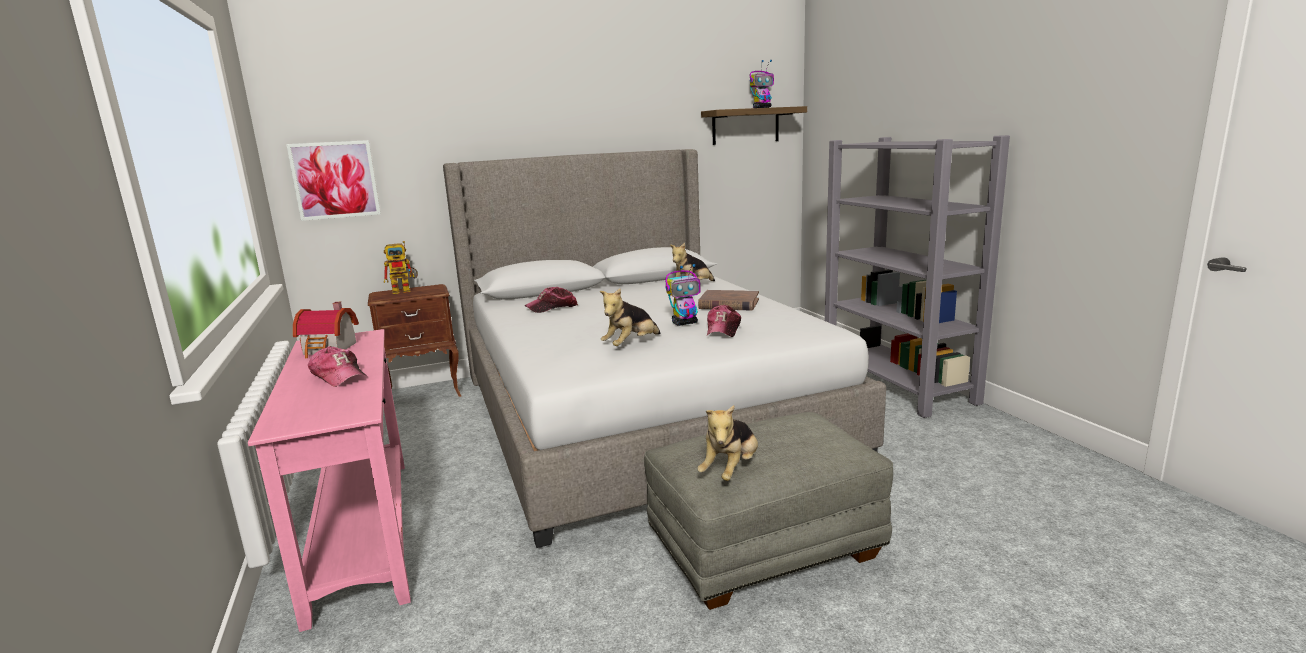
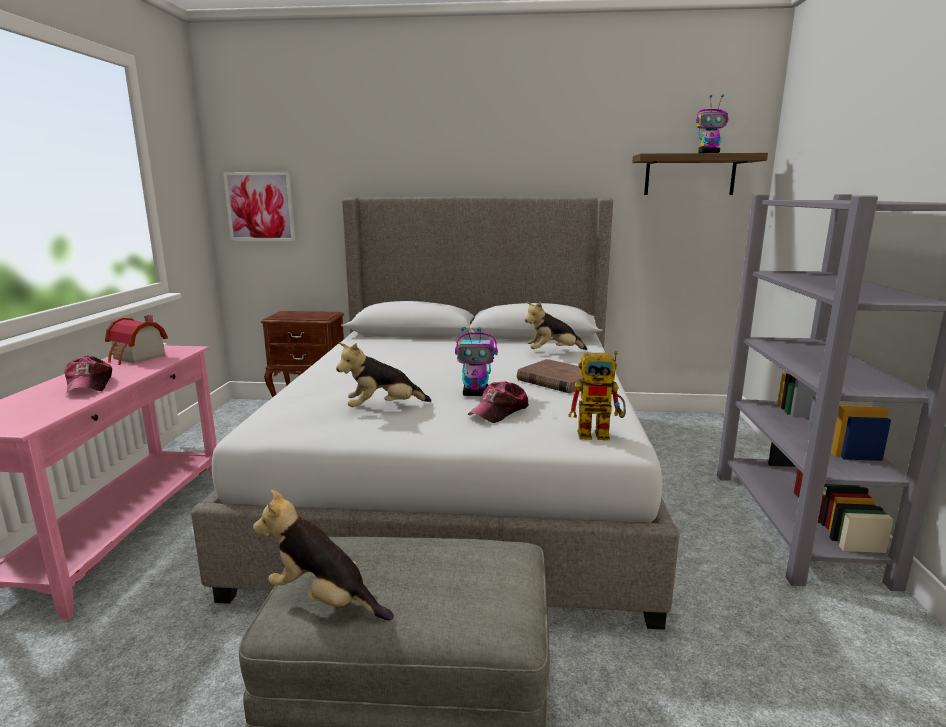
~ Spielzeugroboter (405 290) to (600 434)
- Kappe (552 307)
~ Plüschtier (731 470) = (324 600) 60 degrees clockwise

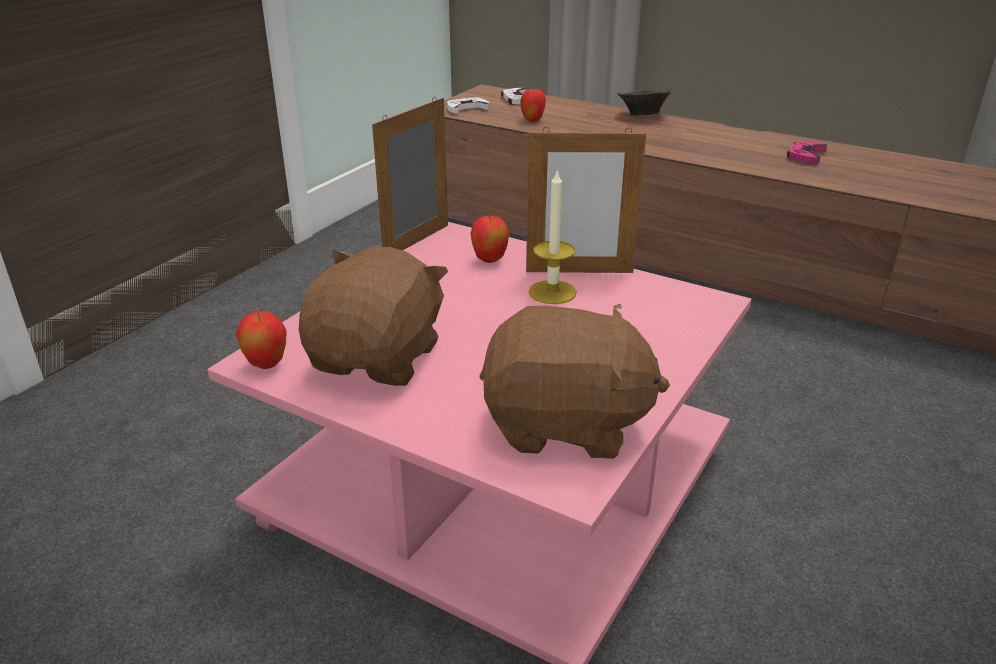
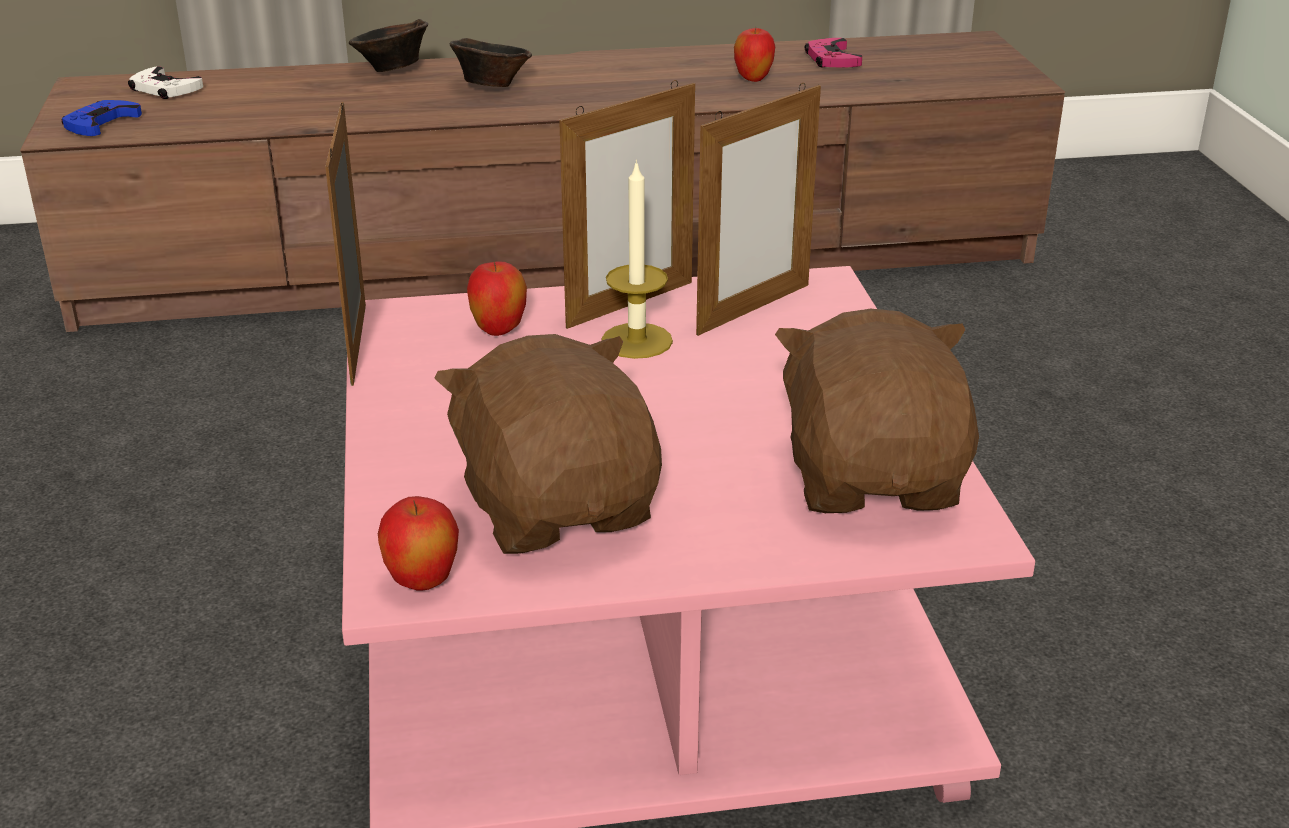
~ Gamepad (weiß) (466 109) to Gamepad (blau) (101 124)
~ Plüschtier (braun) (566 425) = (873 478) 60 degrees counterclockwise
~ Apfel (532 120) to (753 79)
~ Gamepad (rosa) (805 156) to (831 59)
+ Schüssel (braun) (491 86)
+ Bilderrahmen (753 309)

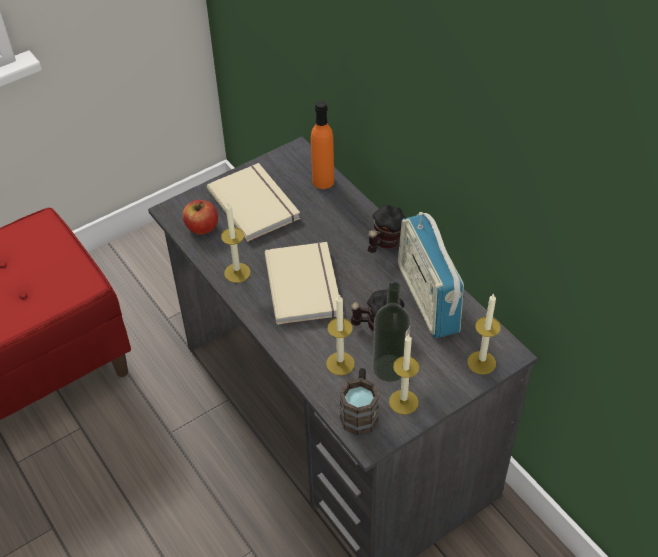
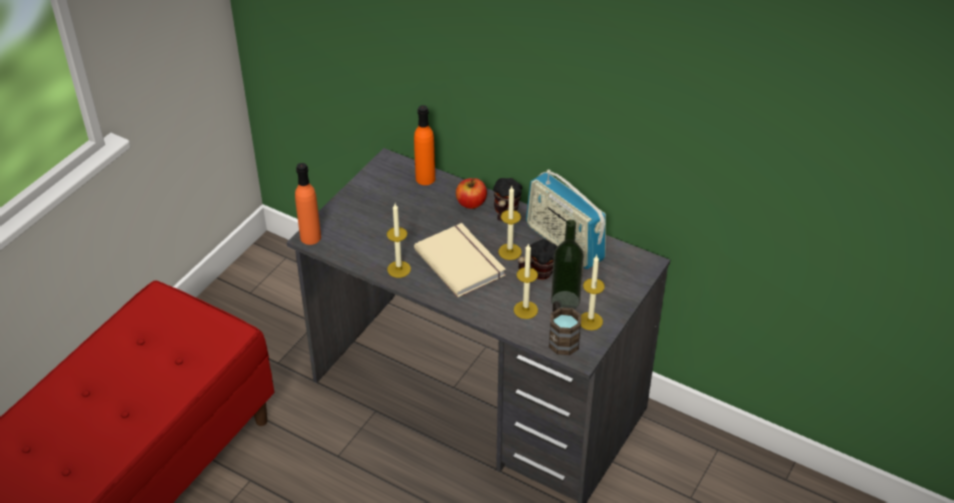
~ Apfel (202 227) to (471 203)
- Buch (beige) (255 203)
~ Kerze (481 362) to (510 251)
+ Flasche (orange) (310 237)

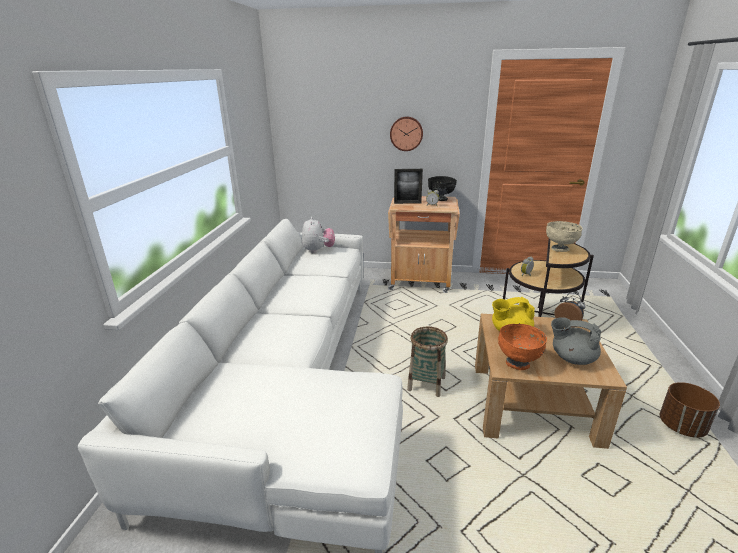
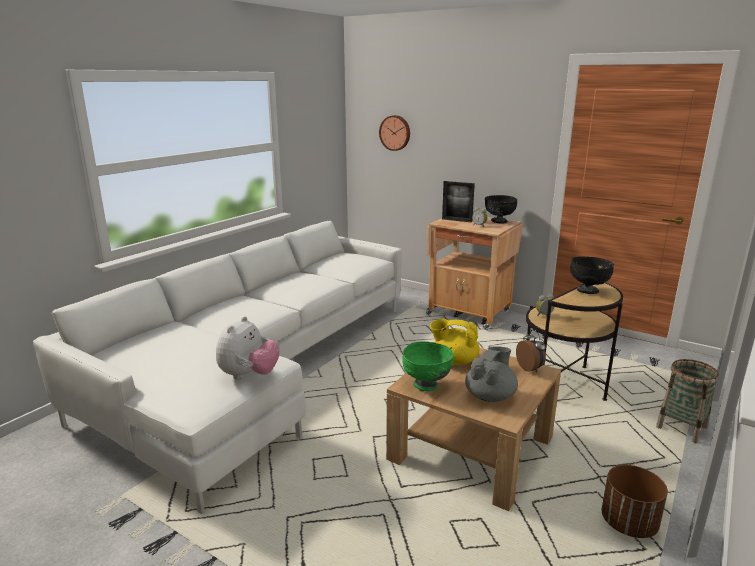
~ Plüschtier (318 250) to (249 375)
~ Wanduhr (406 133) to (395 133)
~ Korb (426 384) to (681 427)
~ Schüssel (orange) (518 364) to Schüssel (grün) (426 386)
~ Schüssel (beige) (560 249) to Schüssel (schwarz) (588 291)
~ Teekanne (grau) (572 358) = (490 396) 75 degrees clockwise

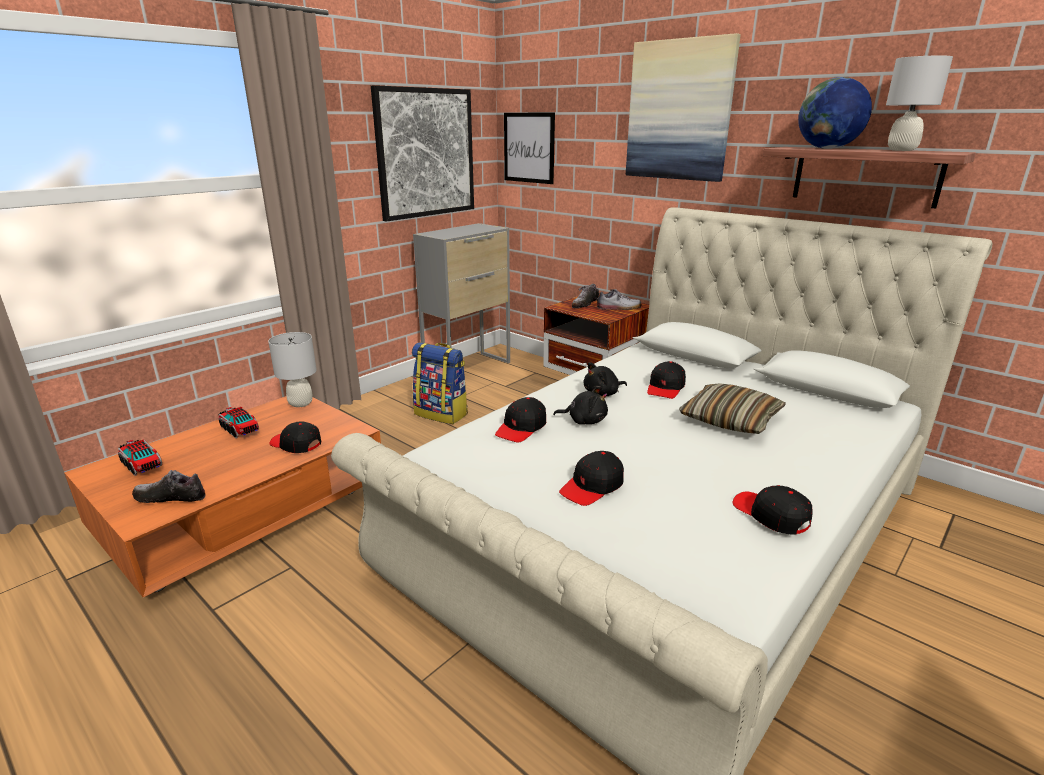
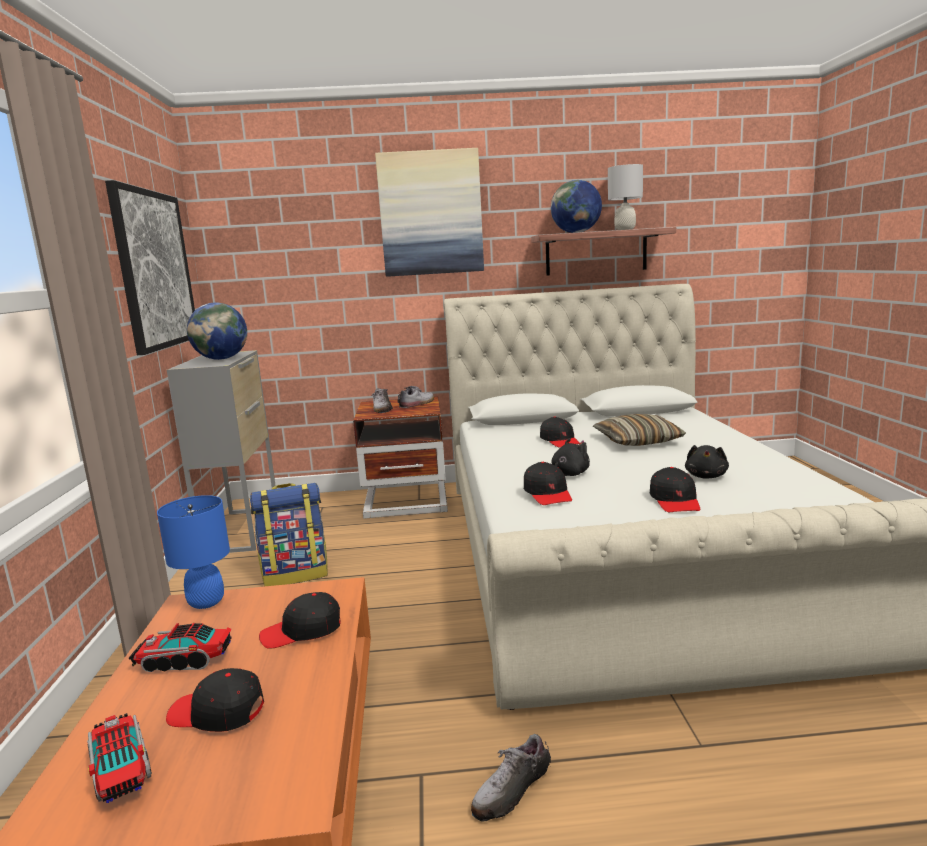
~ Spielzeuglaster (142 465) = (121 770) 60 degrees clockwise
~ Schuh (170 498) to (511 790)
~ Tischlampe (grau) (301 404) to Tischlampe (blau) (208 603)
- Bild (529 148)
~ Plüschtier (schwarz) (603 393) to (706 476)
~ Kappe (schwarz) (770 515) to (217 712)
+ Globus (221 359)

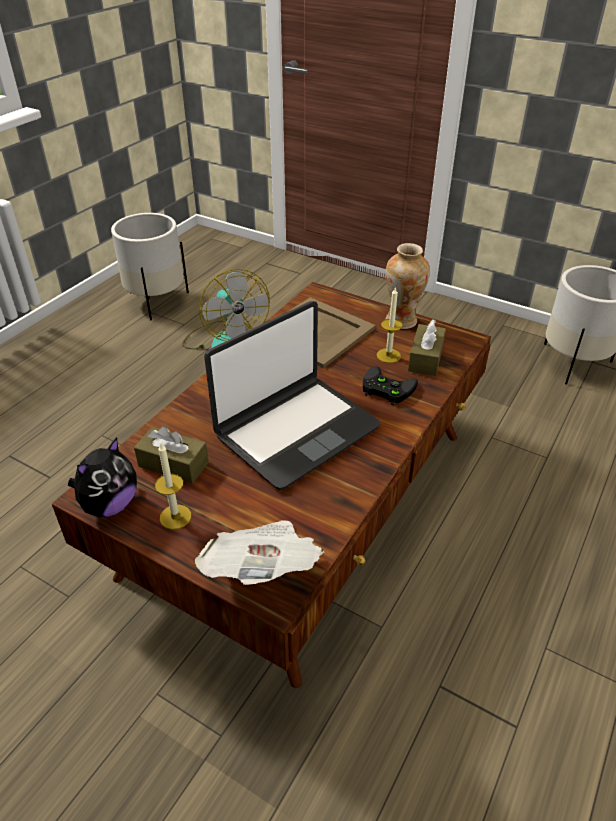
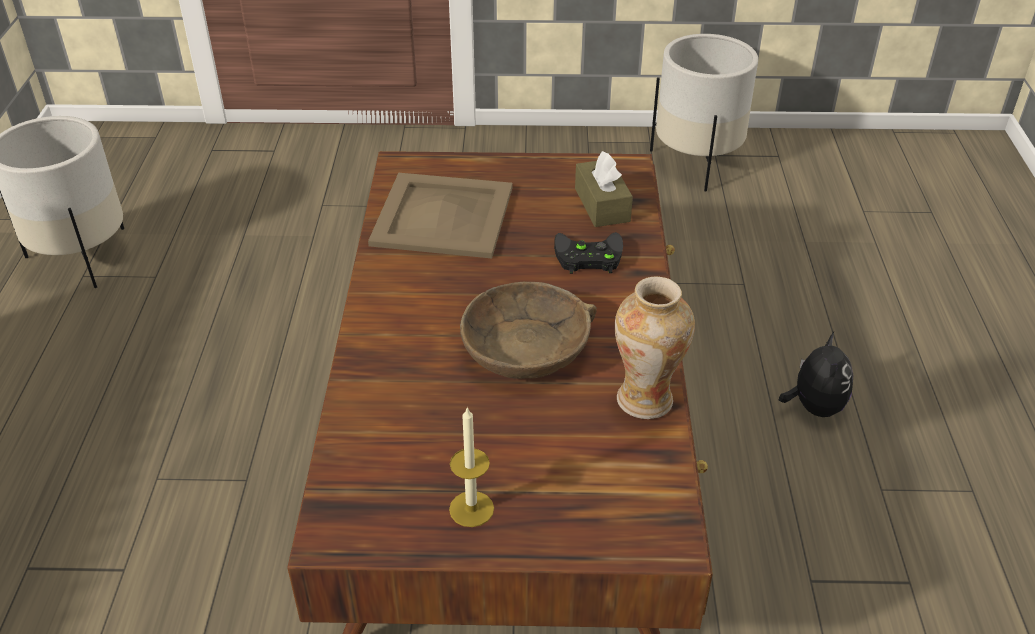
~ Plüschtier (109 504) to (813 406)
- Taschentuchbox (braun) (173 464)
- Ventilator (225 341)
- Zeitung (263 570)
~ Laptop (296 431) to Schüssel (braun) (526 346)
- Kerze (388 355)
~ Vase (401 321) to (645 399)

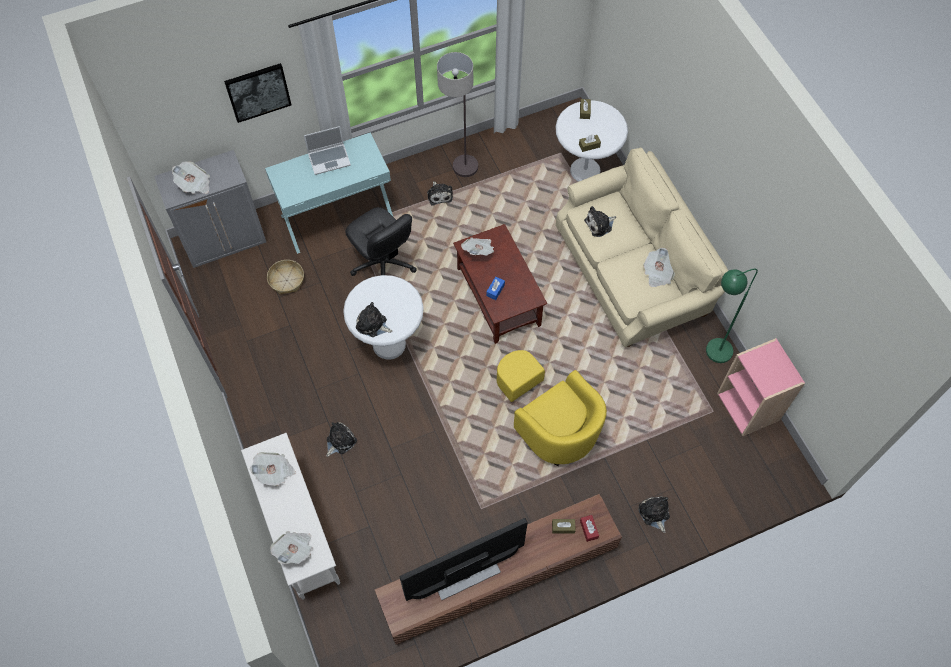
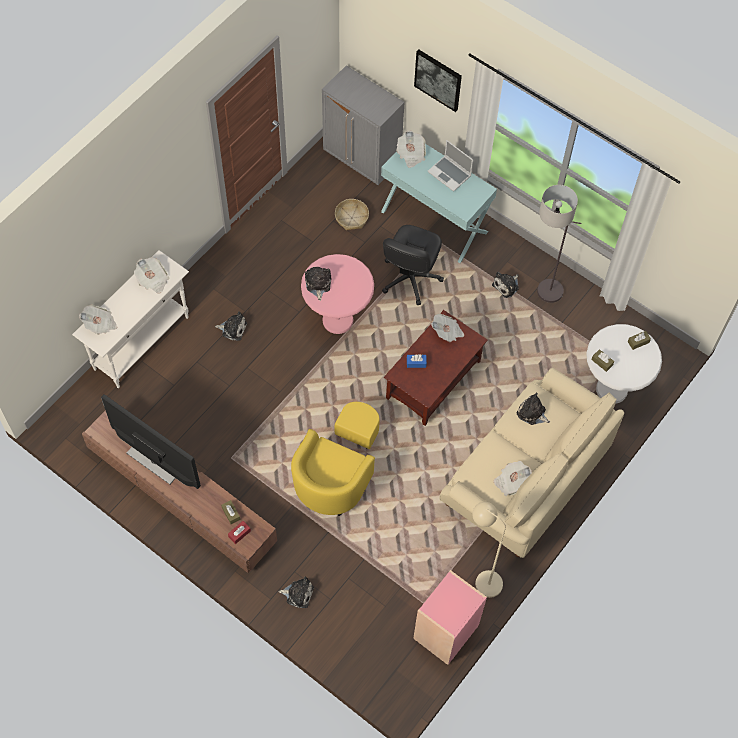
~ Zeitung (194 184) to (411 154)
~ Beistelltisch (weiß) (389 344) to Beistelltisch (rosa) (337 320)
~ Plüschtier (654 513) = (298 594) 60 degrees clockwise
~ Stehlampe (grün) (711 354) to Stehlampe (beige) (481 579)

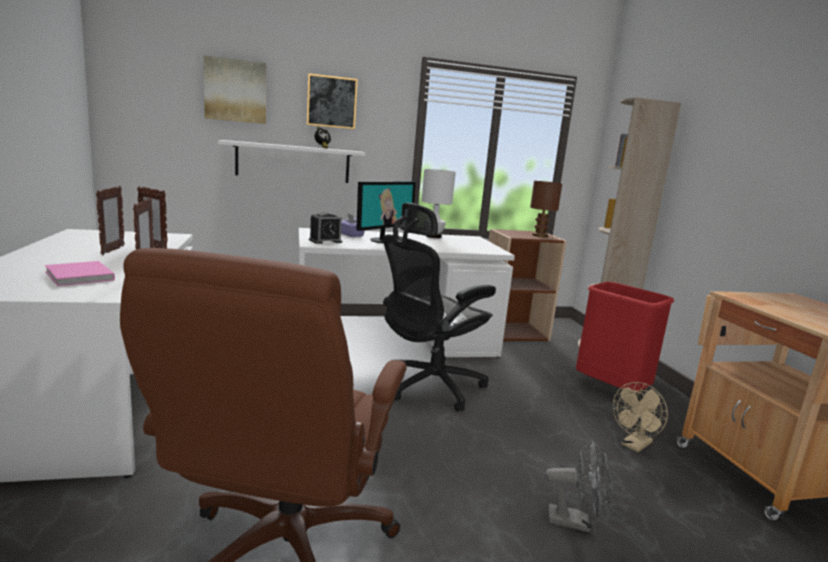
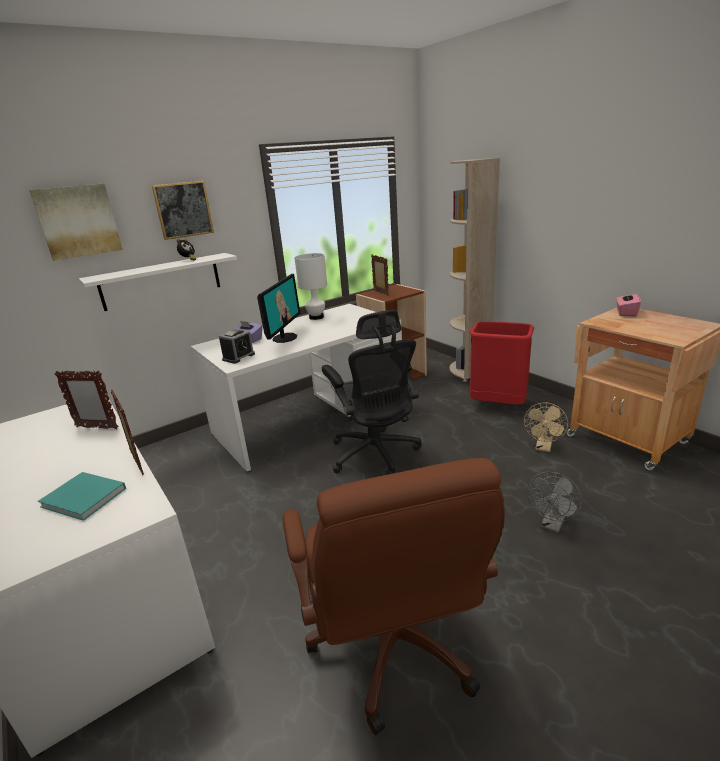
~ Buch (rosa) (80 276) to Buch (türkis) (85 498)
~ Bilderrahmen (112 250) to (380 293)
~ Bürostuhl (429 388) = (375 456) 45 degrees counterclockwise
- Tischlampe (braun) (540 235)
~ Ventilator (grau) (575 522) = (552 525) 135 degrees clockwise
+ Taschentuchbox (rosa) (625 313)

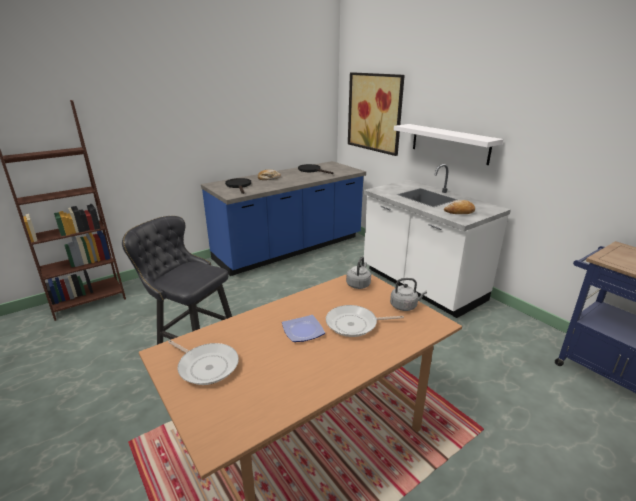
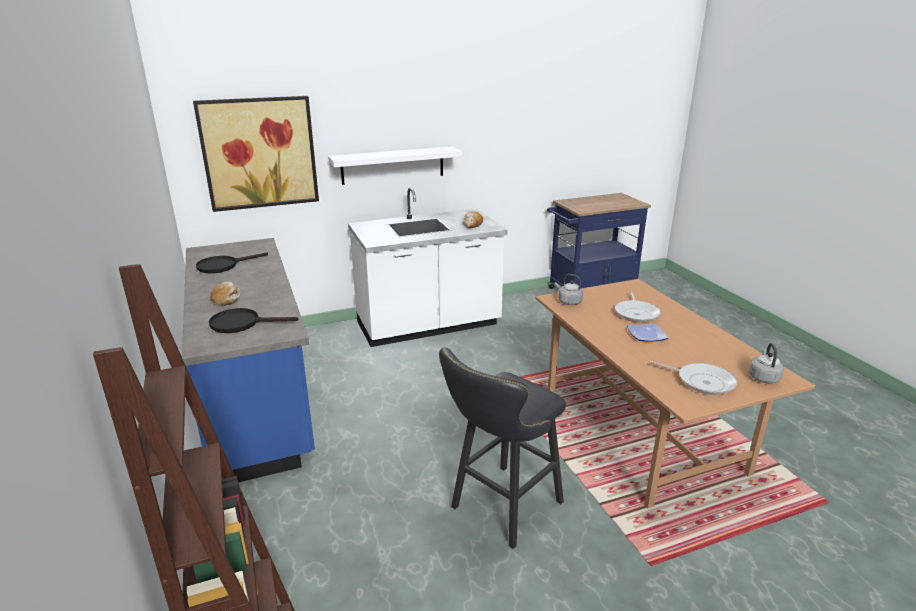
~ Pfanne (206 366) = (702 381) 75 degrees clockwise
~ Wasserkessel (grau) (405 306) to (763 377)

